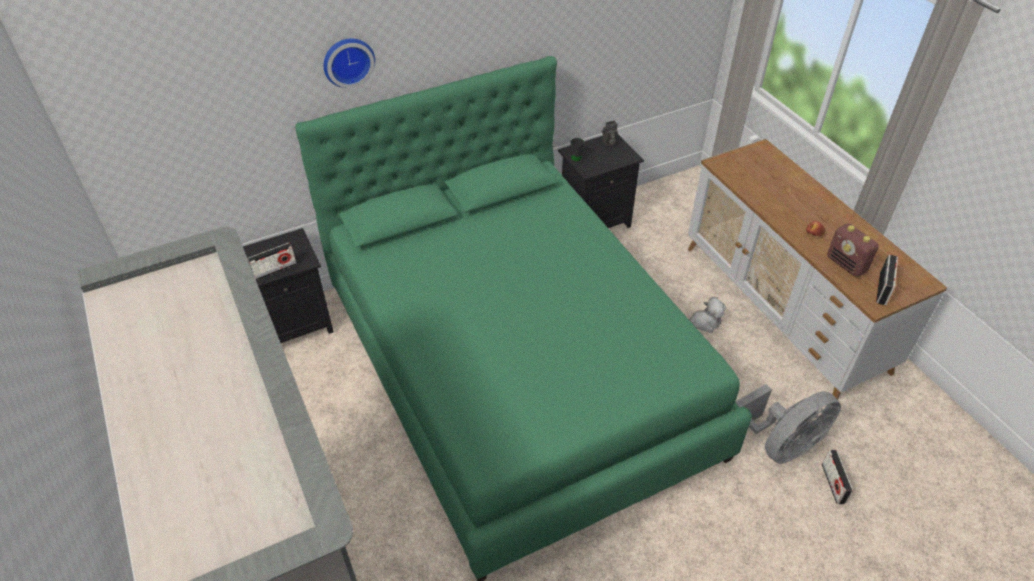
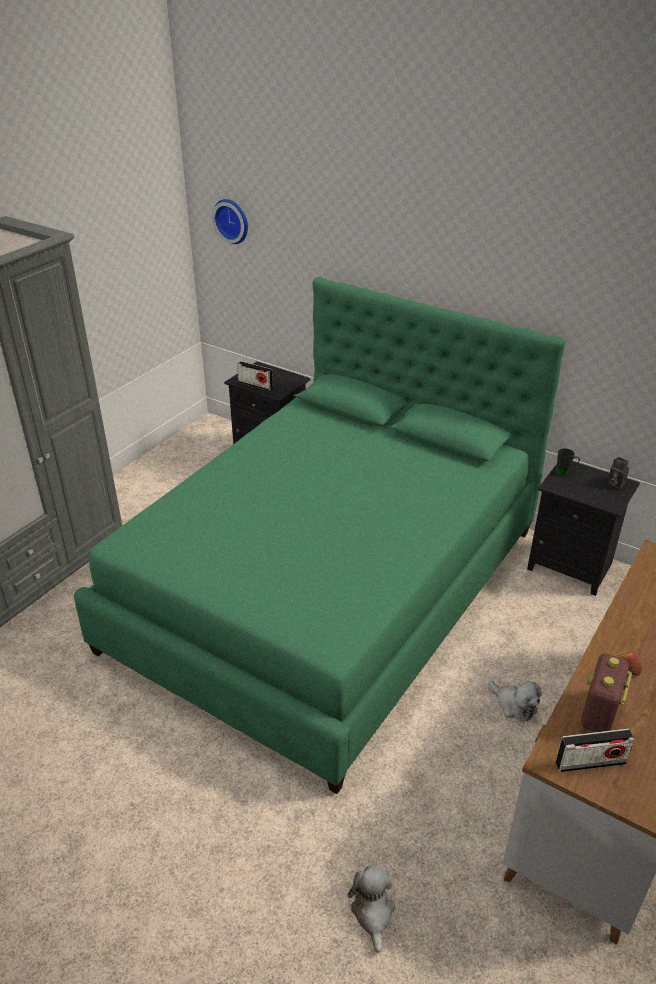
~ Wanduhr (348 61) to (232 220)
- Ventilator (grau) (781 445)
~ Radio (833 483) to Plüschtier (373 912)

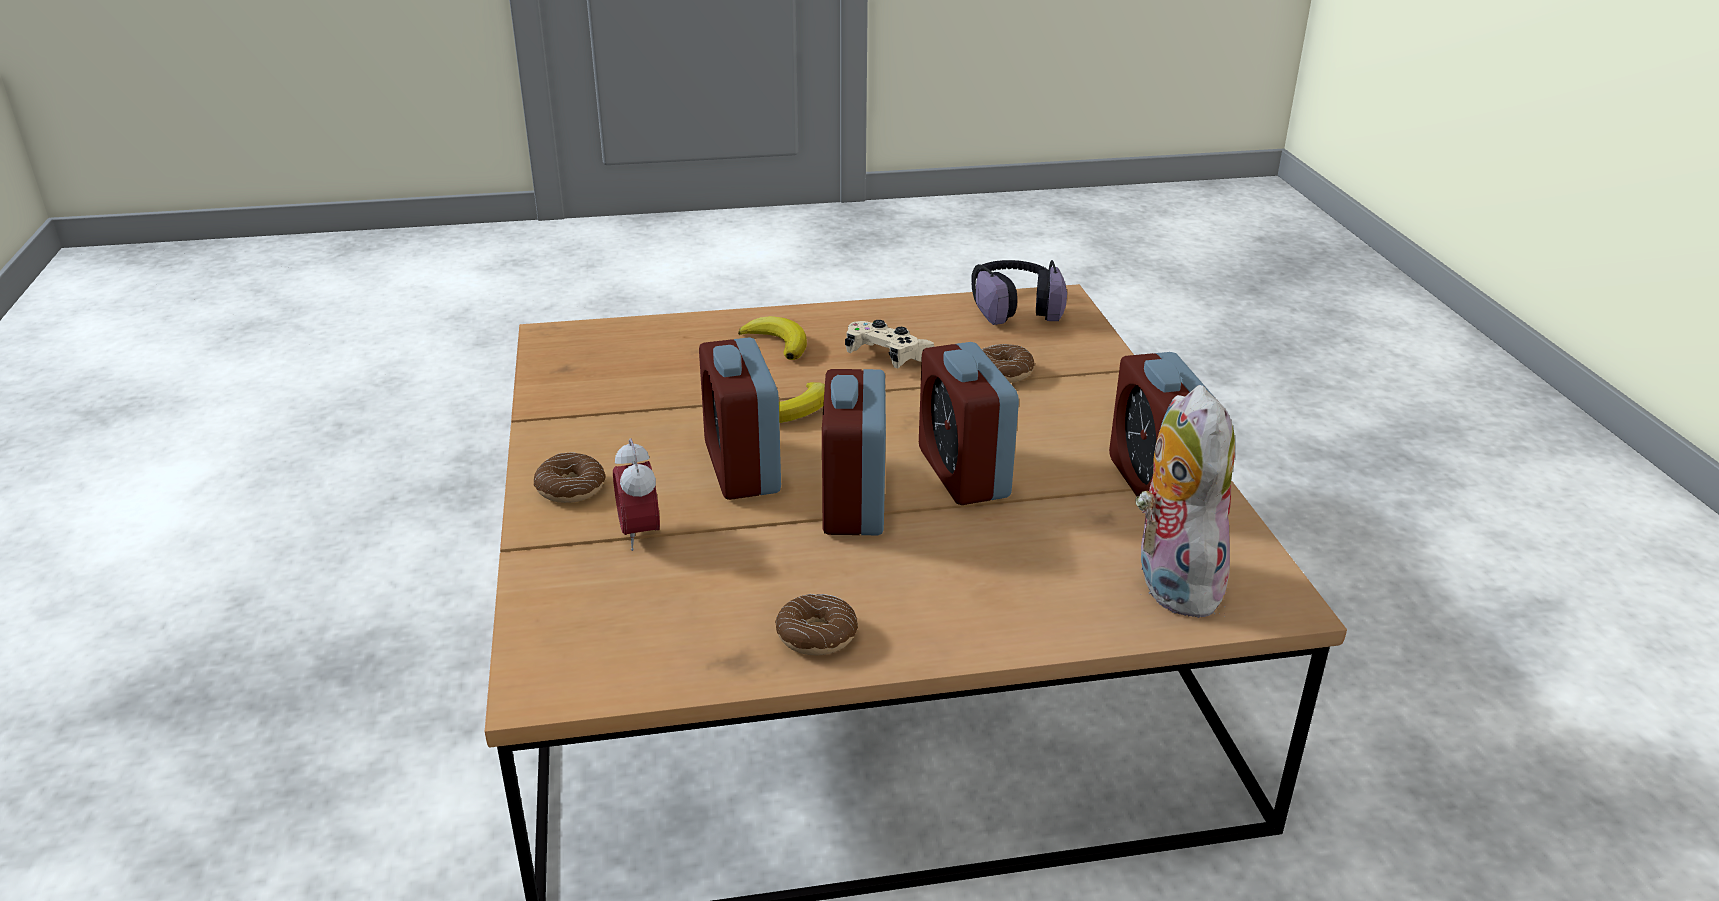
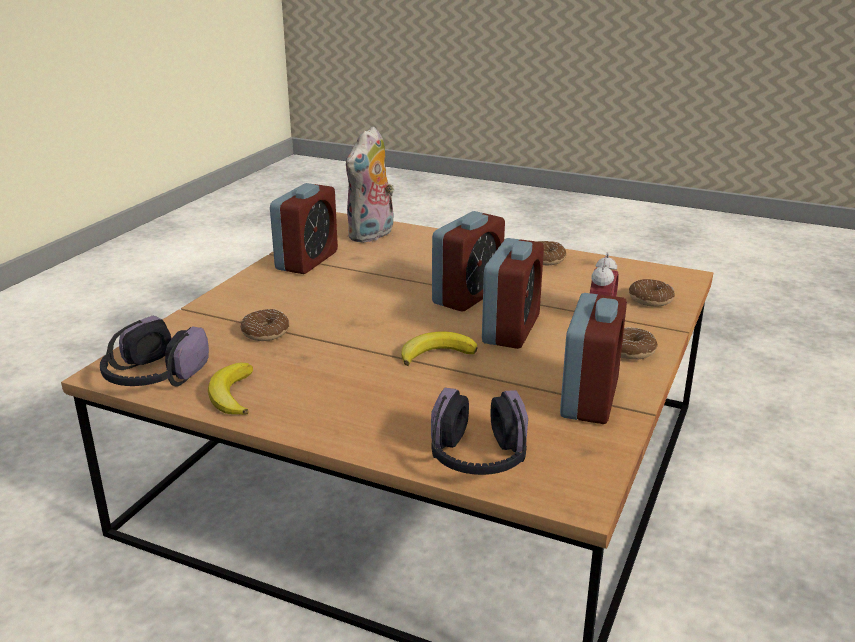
~ Banane (777 343) to (231 395)
- Gamepad (beige) (887 357)
~ Wecker (963 473) to (589 398)
+ Kopfhörer (477 458)
+ Donut (650 300)

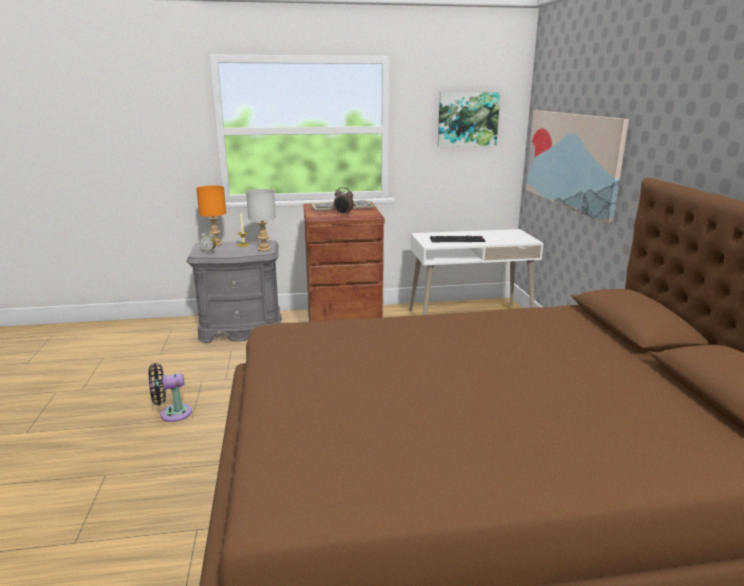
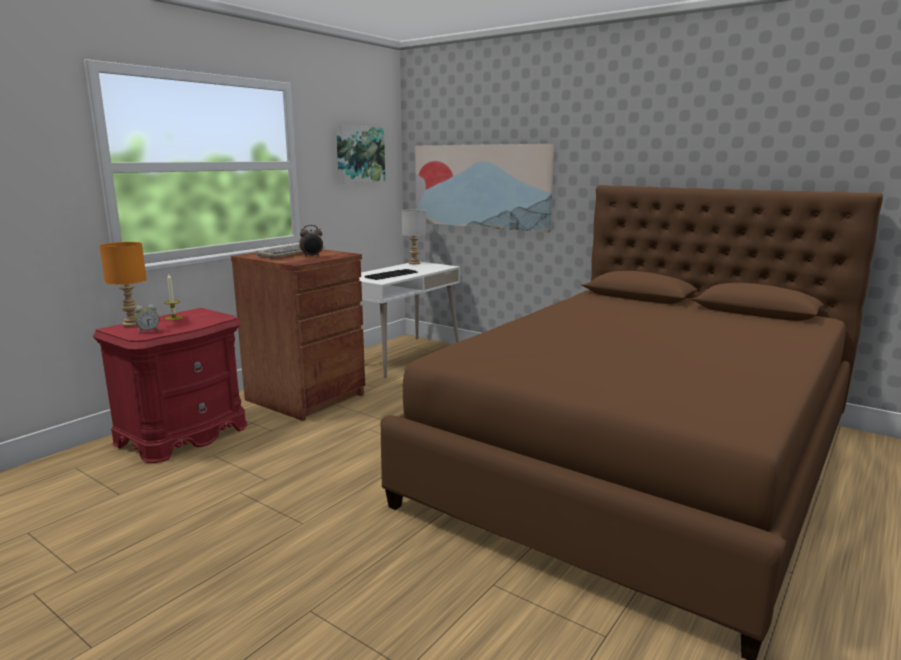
- Ventilator (schwarz) (172 414)
~ Nachttisch (grau) (241 330) to Nachttisch (rot) (187 435)
~ Tischlampe (grau) (263 249) to (414 263)

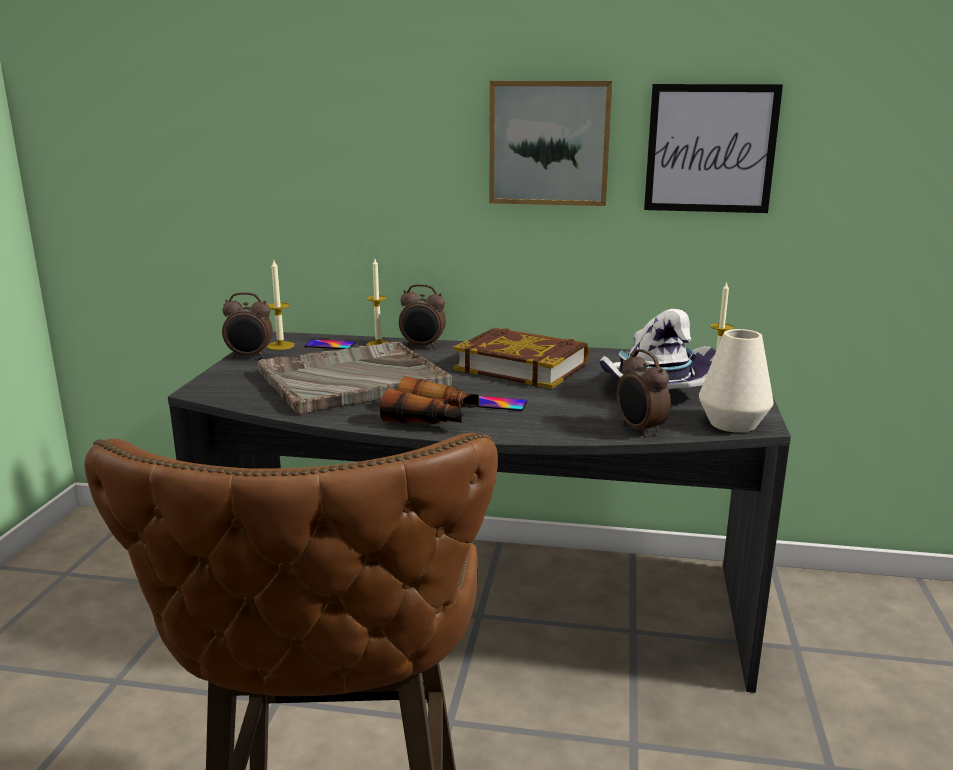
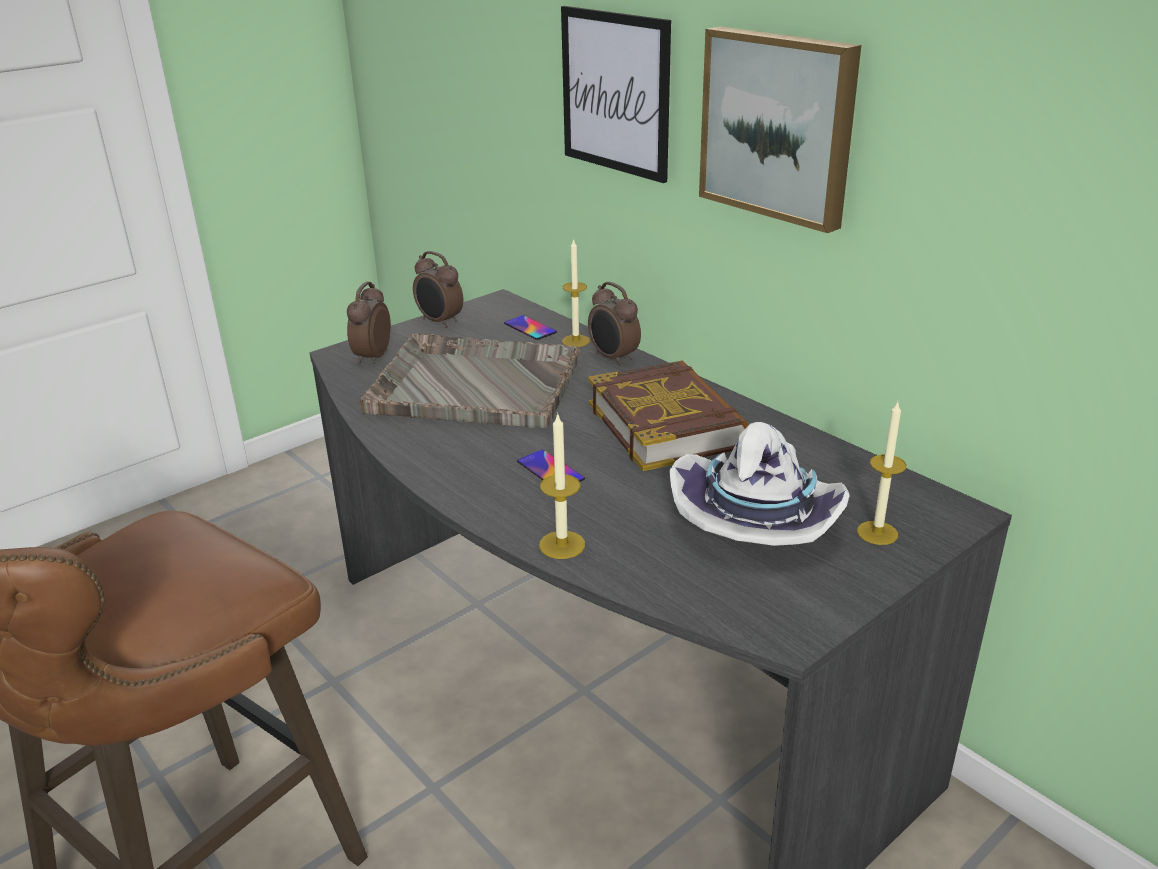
~ Kerze (280 346) to (562 545)
- Fernglas (432 418)
~ Wecker (639 430) to (371 357)
~ Bild (710 149) to (615 92)
- Vase (weiß) (732 424)

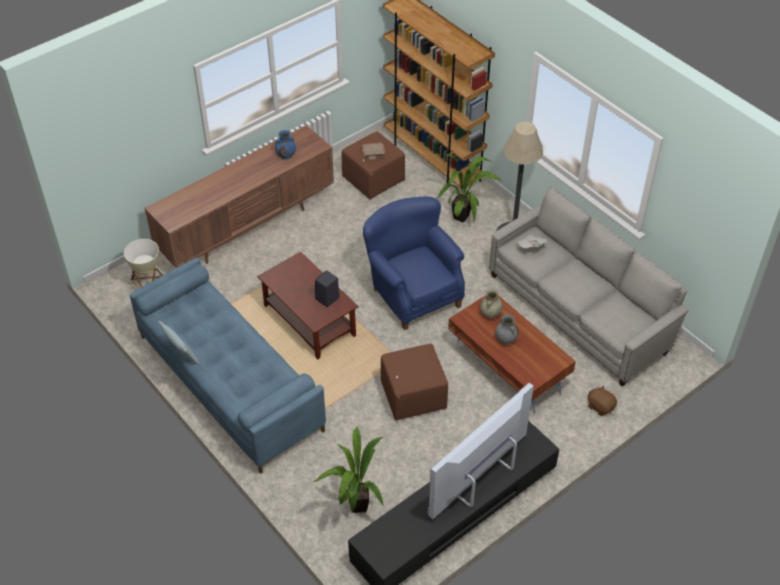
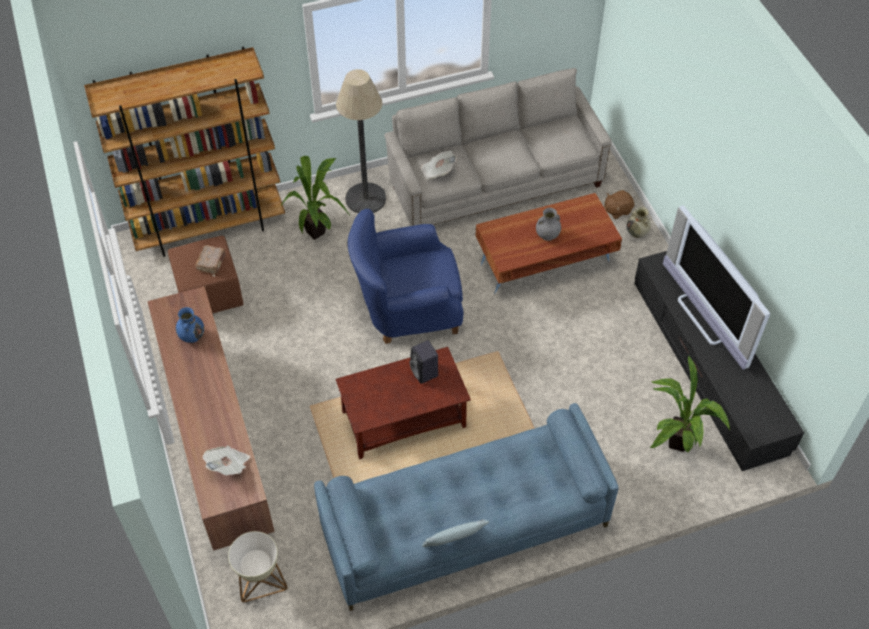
- Polsterhocker (braun) (412 396)
~ Vase (beige) (490 314) to (637 233)
+ Zeitung (229 466)

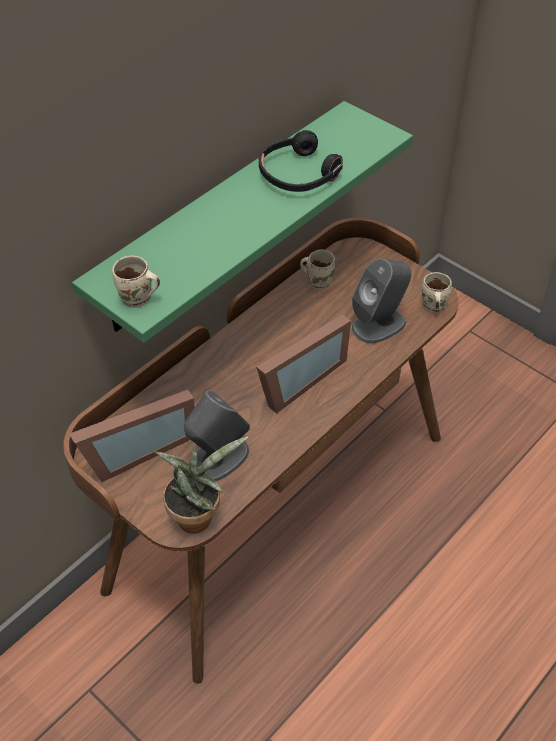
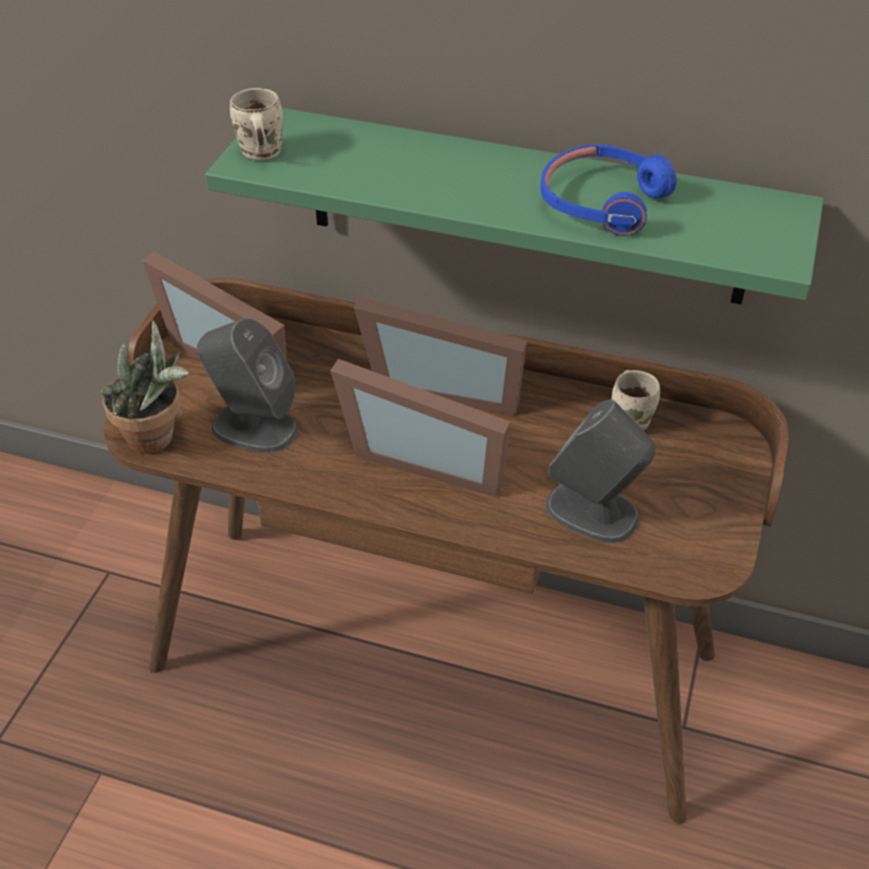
~ Kopfhörer (schwarz) (298 174) to Kopfhörer (blau) (602 202)
- Henkelbecher (beige) (432 306)
+ Bilderrahmen (443 386)

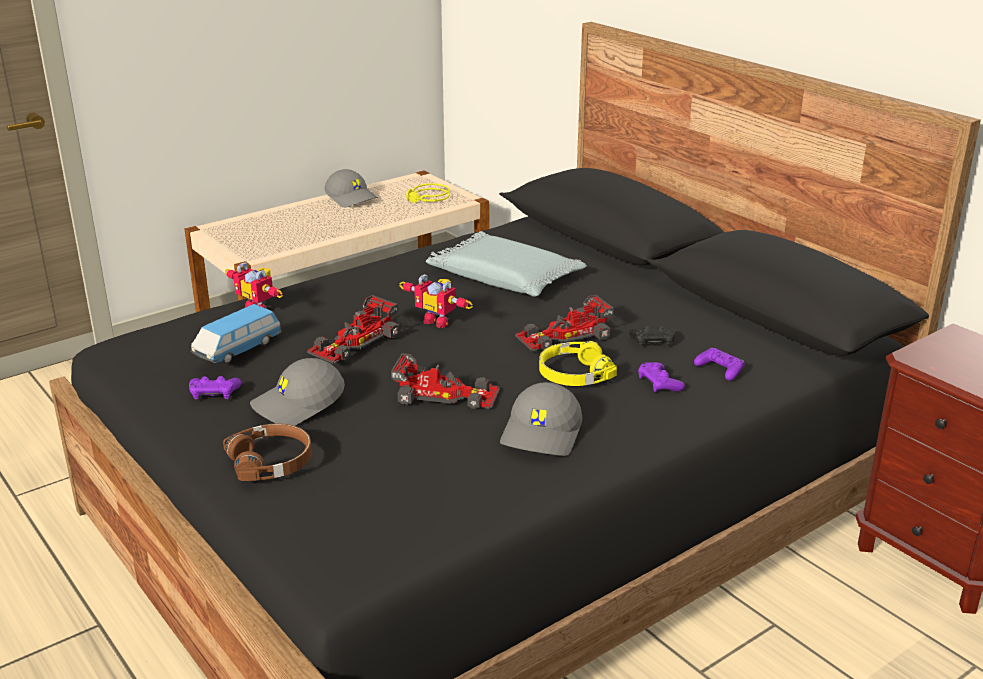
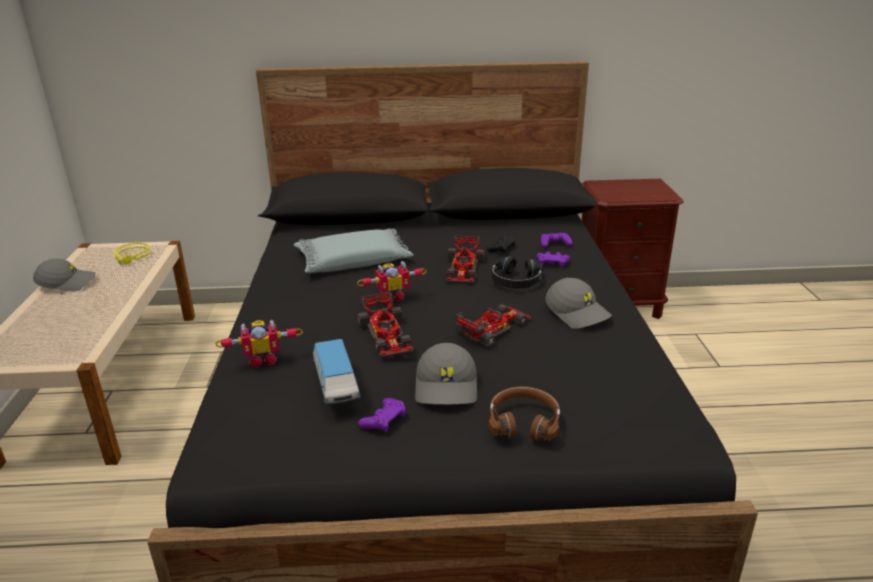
~ Kopfhörer (gelb) (574 374) to Kopfhörer (schwarz) (516 281)

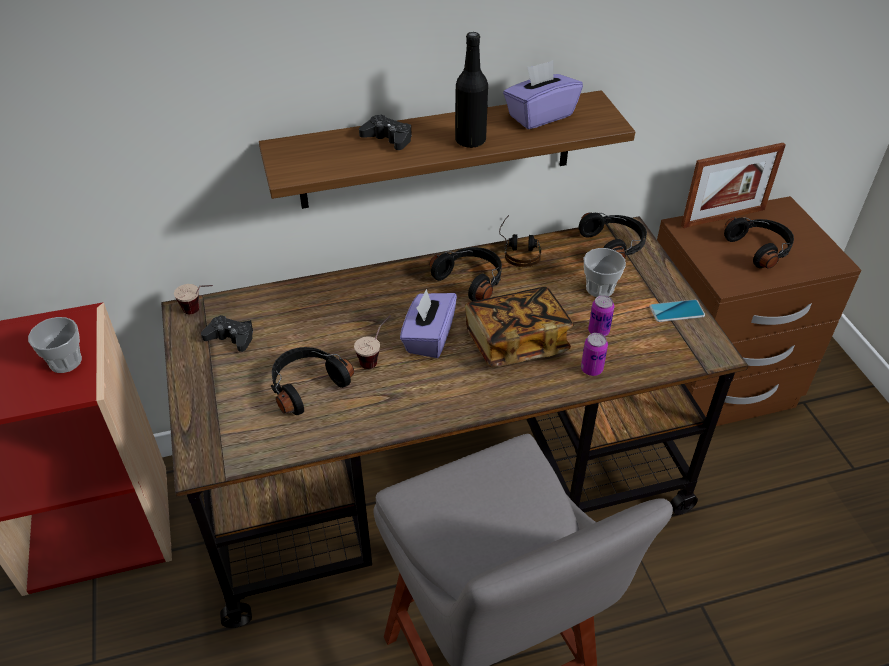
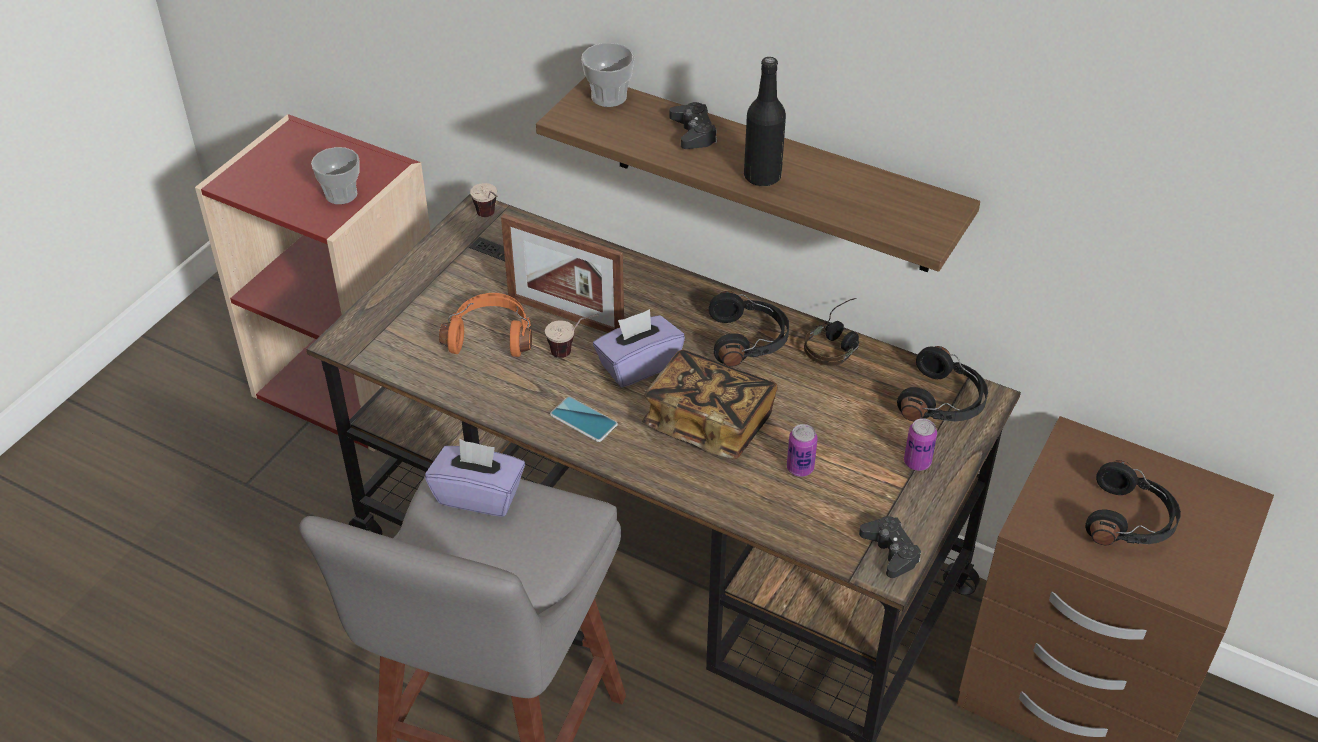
~ Gamepad (schwarz) (230 338) to (890 551)
~ Kopfhörer (schwarz) (307 385) to Kopfhörer (orange) (490 336)
~ Taschentuchbox (lila) (540 115) to (479 495)
~ Dose (591 369) to (917 462)
~ Tasse (599 288) to (609 97)
~ Handy (676 311) to (583 420)
~ Bilderrahmen (723 217) to (565 316)

